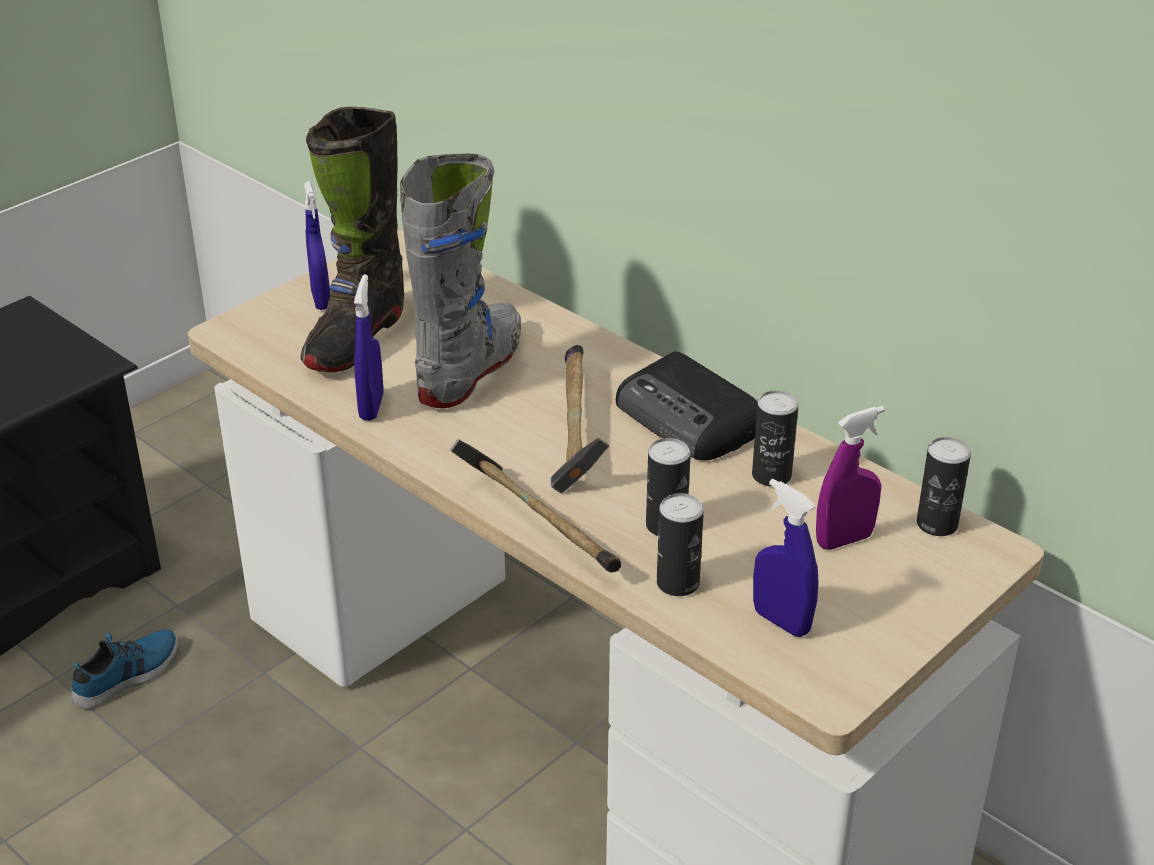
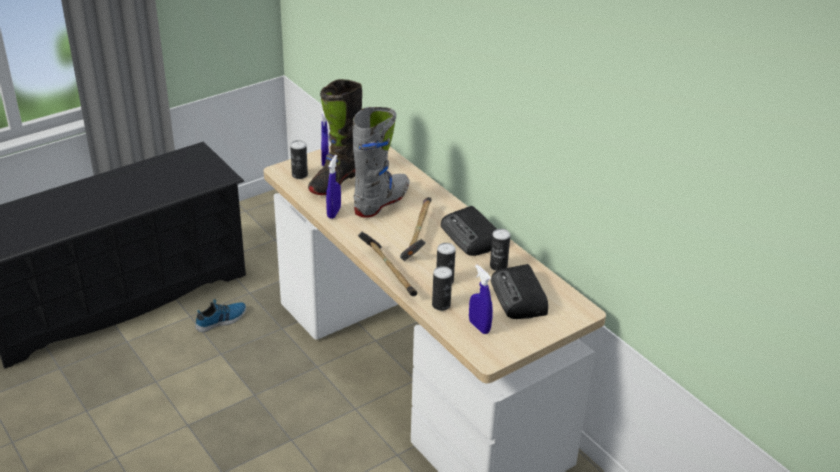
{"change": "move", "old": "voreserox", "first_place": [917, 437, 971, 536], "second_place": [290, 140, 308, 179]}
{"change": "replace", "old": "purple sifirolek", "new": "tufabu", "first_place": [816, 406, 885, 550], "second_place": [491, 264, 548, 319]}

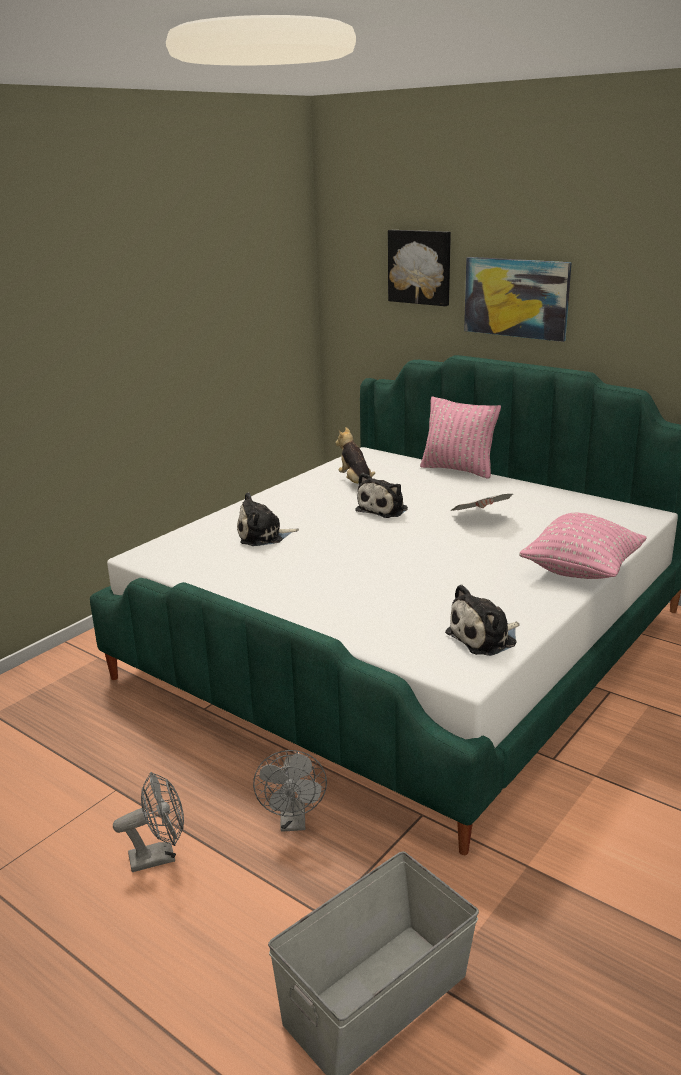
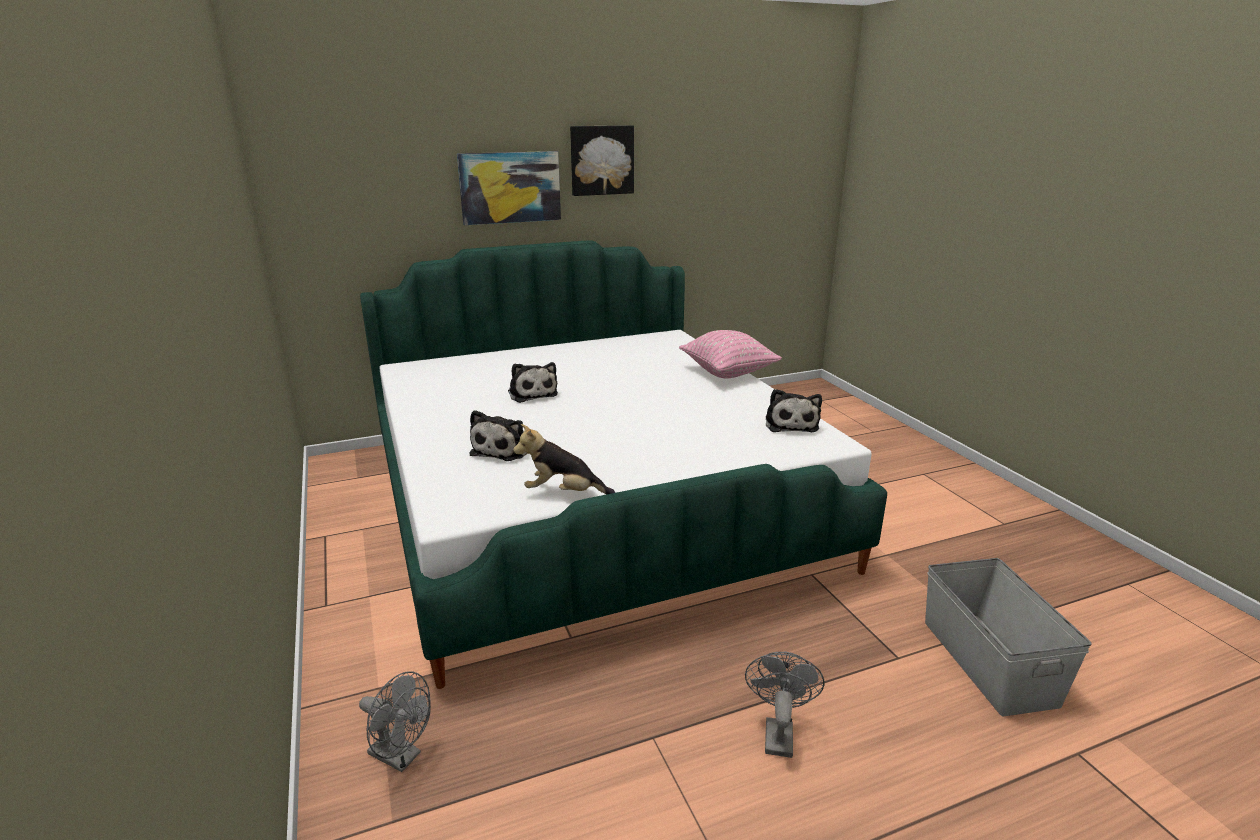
{"change": "delete", "old": "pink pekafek", "first_place": [420, 397, 501, 479]}
{"change": "delete", "old": "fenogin", "first_place": [451, 494, 513, 511]}
{"change": "move", "old": "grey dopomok", "first_place": [253, 750, 327, 832], "second_place": [359, 671, 431, 772]}
{"change": "move", "old": "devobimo", "first_place": [335, 427, 375, 484], "second_place": [513, 424, 615, 494]}
{"change": "move", "old": "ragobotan", "first_place": [388, 230, 451, 306], "second_place": [570, 125, 634, 196]}

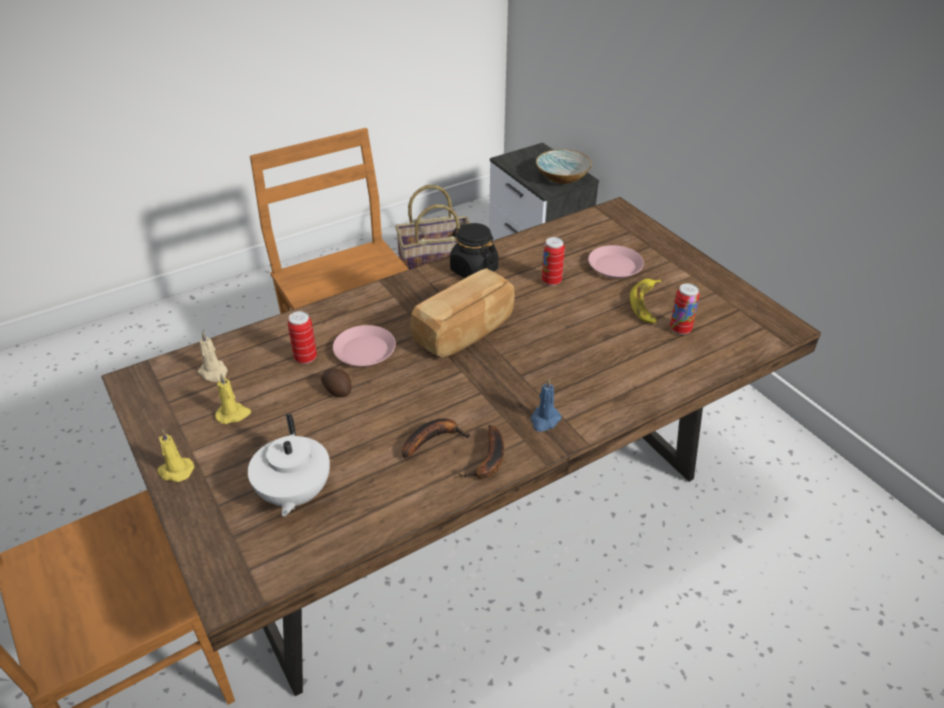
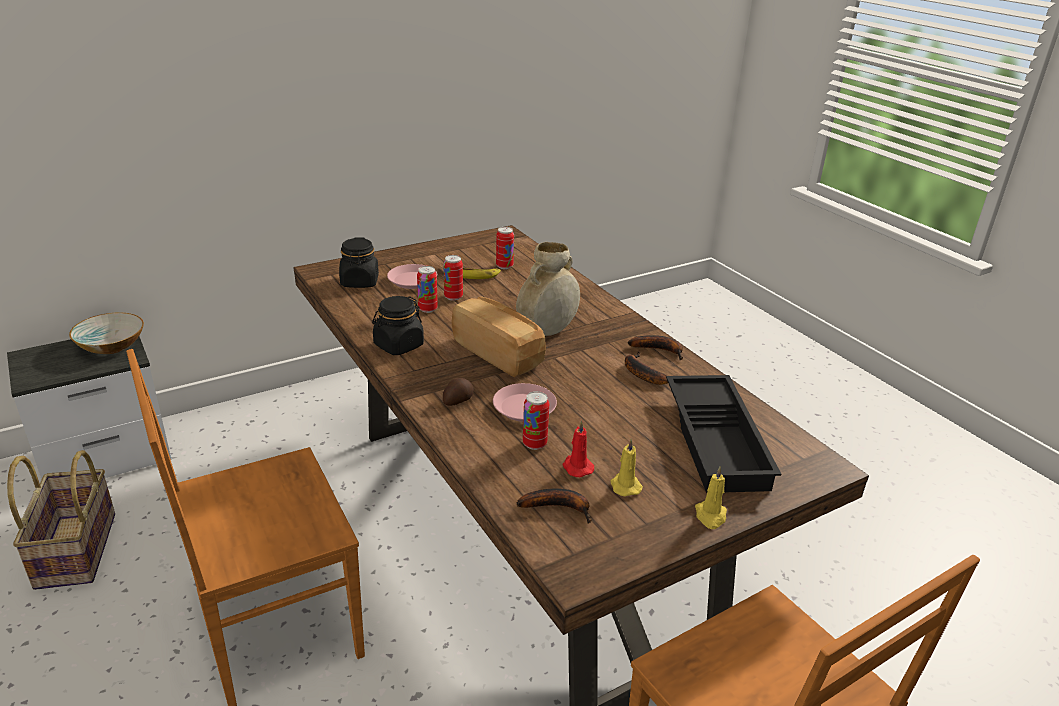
{"change": "delete", "old": "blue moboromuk", "first_place": [531, 378, 562, 432]}
{"change": "insert", "new": "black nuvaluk", "second_place": [339, 237, 379, 288]}
{"change": "insert", "new": "voreserox", "second_place": [444, 255, 463, 301]}
{"change": "insert", "new": "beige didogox", "second_place": [516, 242, 580, 336]}
{"change": "insert", "new": "red moboromuk", "second_place": [563, 421, 595, 477]}
{"change": "move", "old": "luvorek", "first_place": [321, 369, 352, 397], "second_place": [443, 378, 474, 406]}
{"change": "replace", "old": "beige moboromuk", "new": "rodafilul", "first_place": [198, 332, 228, 382], "second_place": [517, 488, 592, 524]}
{"change": "replace", "old": "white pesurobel", "new": "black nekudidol", "first_place": [248, 414, 330, 517], "second_place": [666, 375, 781, 493]}

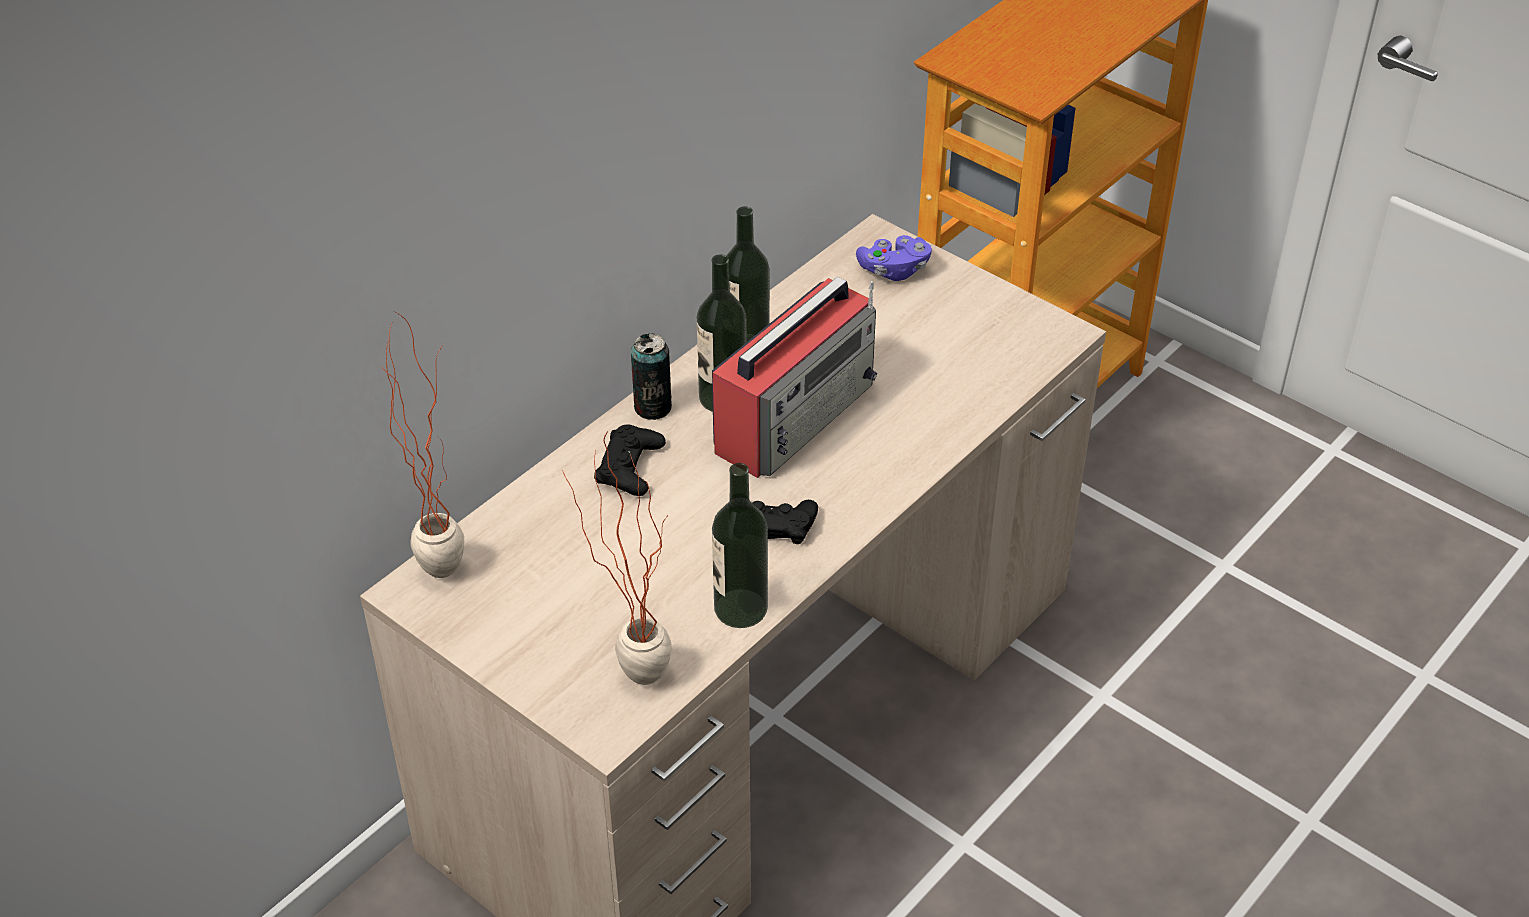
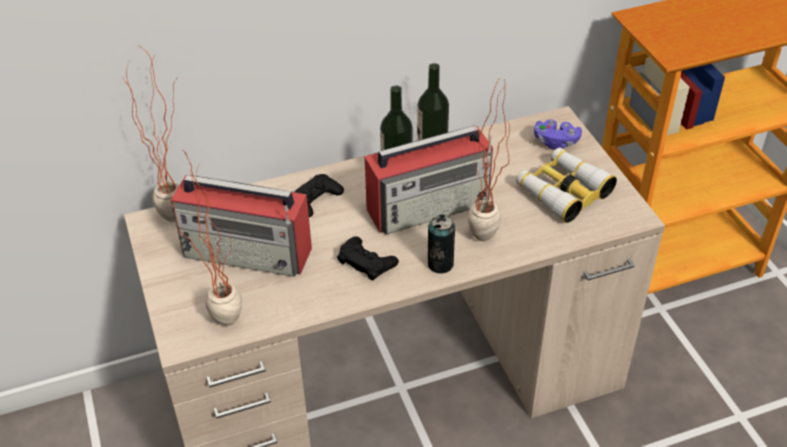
{"change": "delete", "old": "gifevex", "first_place": [712, 463, 768, 628]}
{"change": "insert", "new": "tufabu", "second_place": [171, 175, 312, 277]}
{"change": "insert", "new": "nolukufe", "second_place": [467, 77, 510, 241]}
{"change": "insert", "new": "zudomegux", "second_place": [516, 148, 617, 223]}
{"change": "move", "old": "voreserox", "first_place": [631, 333, 672, 420], "second_place": [428, 214, 455, 273]}

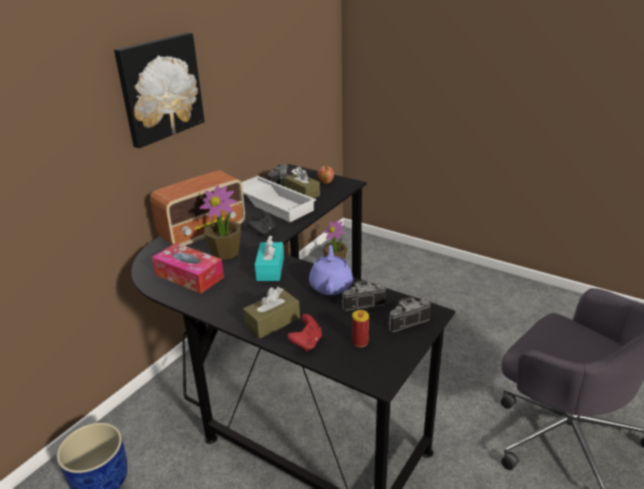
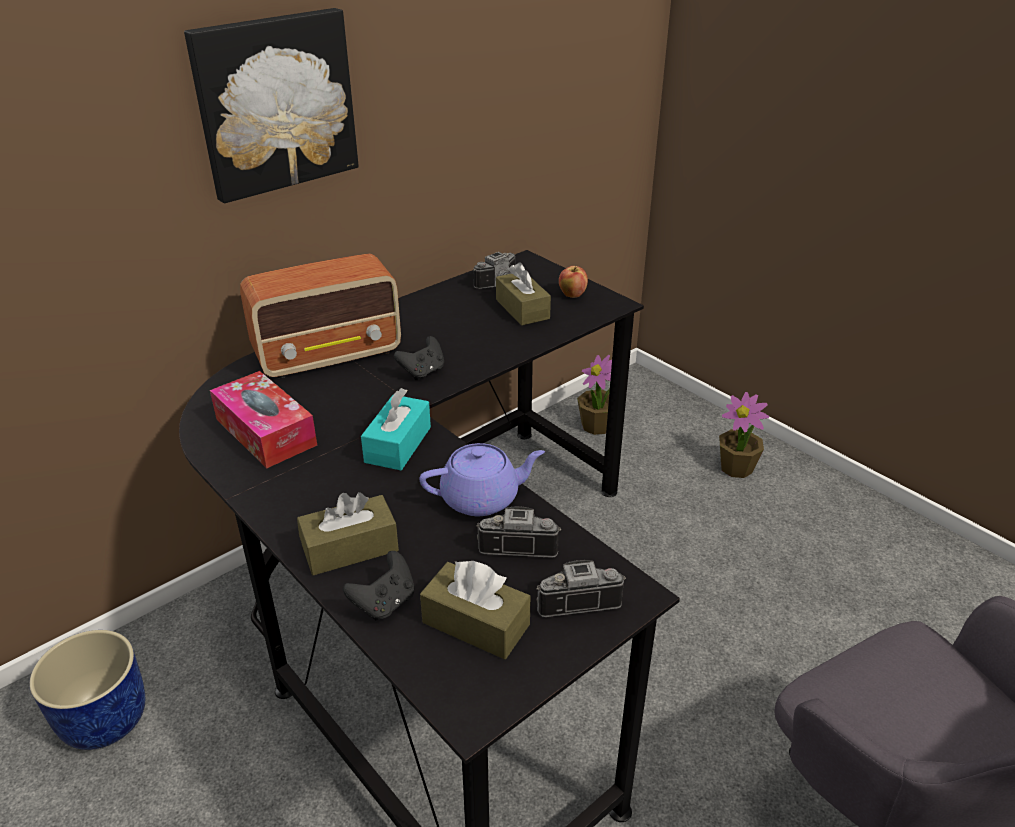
{"change": "delete", "old": "white nekudidol", "first_place": [241, 176, 316, 222]}
{"change": "move", "old": "nolukufe", "first_place": [200, 185, 241, 260], "second_place": [719, 392, 769, 478]}
{"change": "replace", "old": "voreserox", "new": "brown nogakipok", "first_place": [352, 310, 369, 347], "second_place": [420, 561, 531, 659]}
{"change": "recolor", "old": "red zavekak", "new": "black zavekak", "first_place": [287, 314, 322, 352], "second_place": [343, 551, 414, 621]}
{"change": "rotate", "old": "purple pesurobel", "first_place": [309, 245, 353, 295], "second_place": [420, 443, 545, 516], "degrees": 60}

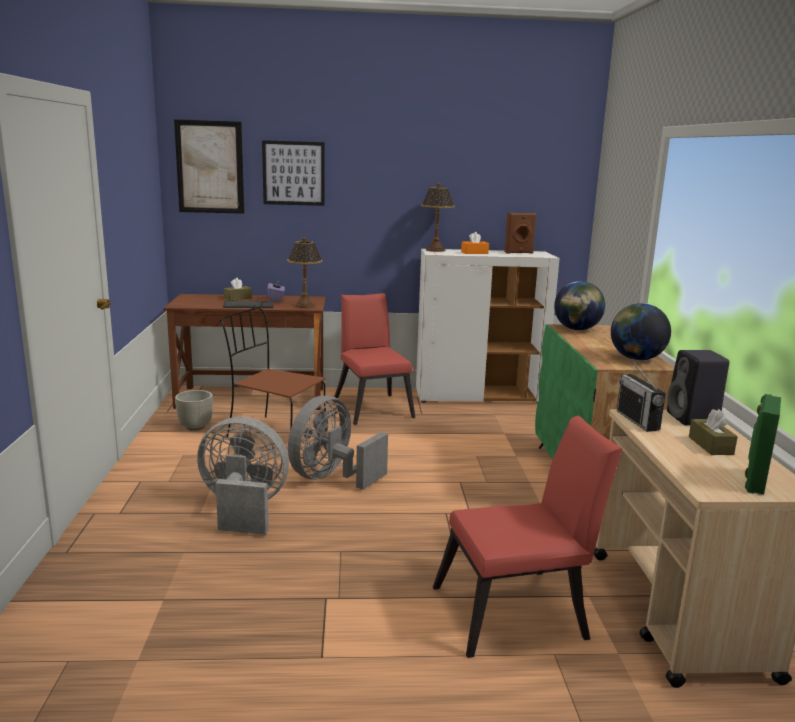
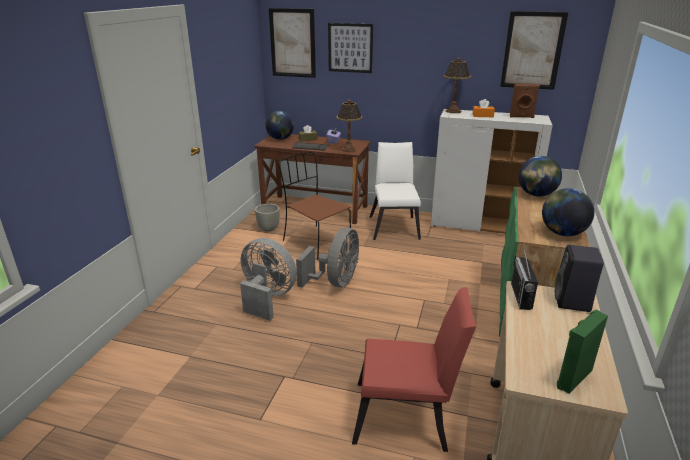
{"change": "delete", "old": "brown nogakipok", "first_place": [689, 409, 738, 455]}
{"change": "insert", "new": "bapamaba", "second_place": [265, 111, 294, 140]}
{"change": "insert", "new": "ragobotan", "second_place": [500, 11, 568, 90]}
{"change": "recolor", "old": "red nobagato", "new": "white nobagato", "first_place": [334, 293, 415, 425], "second_place": [370, 142, 421, 240]}
{"change": "rotate", "old": "grey dopomok", "first_place": [288, 396, 388, 490], "second_place": [296, 228, 359, 288], "degrees": 150}

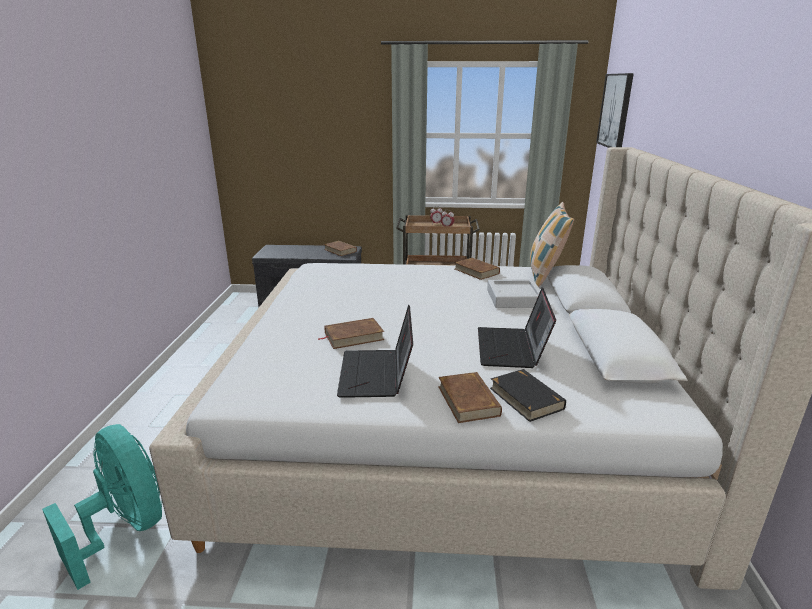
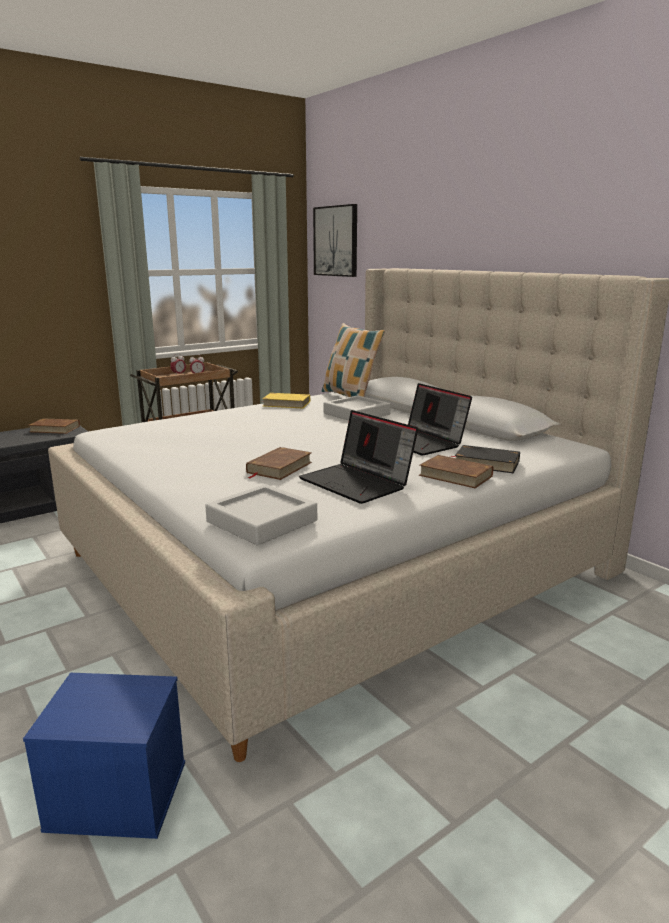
{"change": "insert", "new": "grey nekudidol", "second_place": [205, 484, 317, 545]}
{"change": "replace", "old": "turquoise dopomok", "new": "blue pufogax", "first_place": [42, 424, 162, 590], "second_place": [23, 673, 185, 839]}
{"change": "recolor", "old": "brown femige", "new": "yellow femige", "first_place": [454, 258, 500, 280], "second_place": [262, 393, 310, 408]}

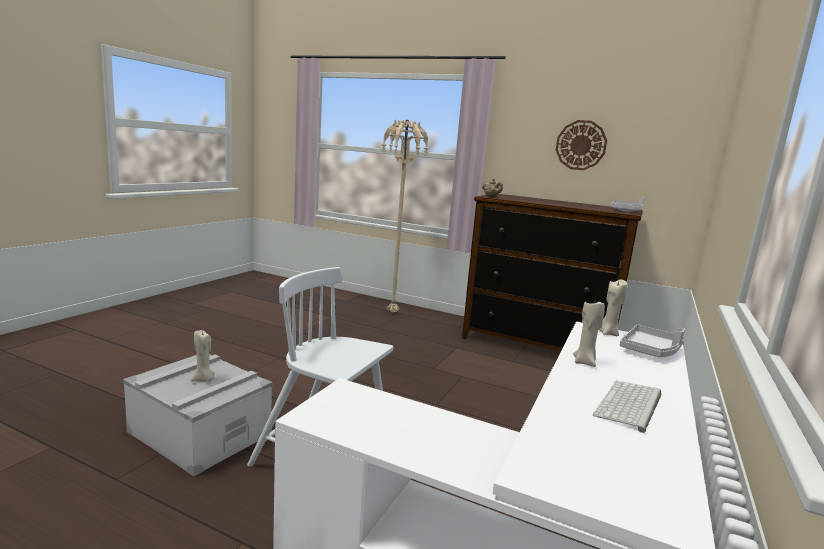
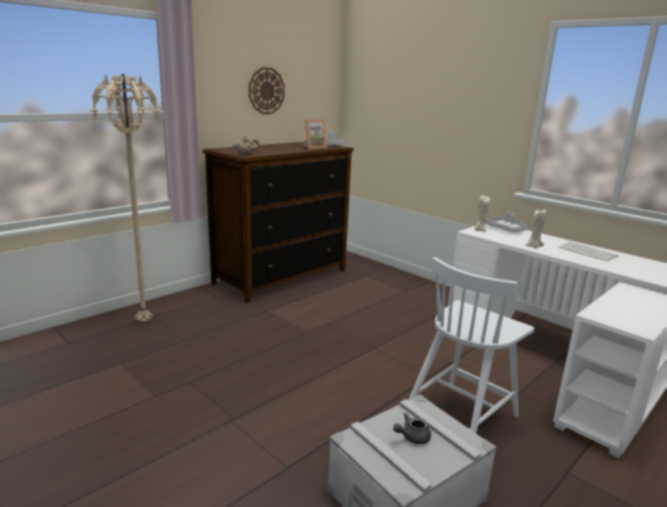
{"change": "insert", "new": "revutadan", "second_place": [303, 119, 328, 149]}
{"change": "replace", "old": "beige moboromuk", "new": "grey pesurobel", "first_place": [190, 330, 215, 382], "second_place": [393, 413, 431, 444]}

